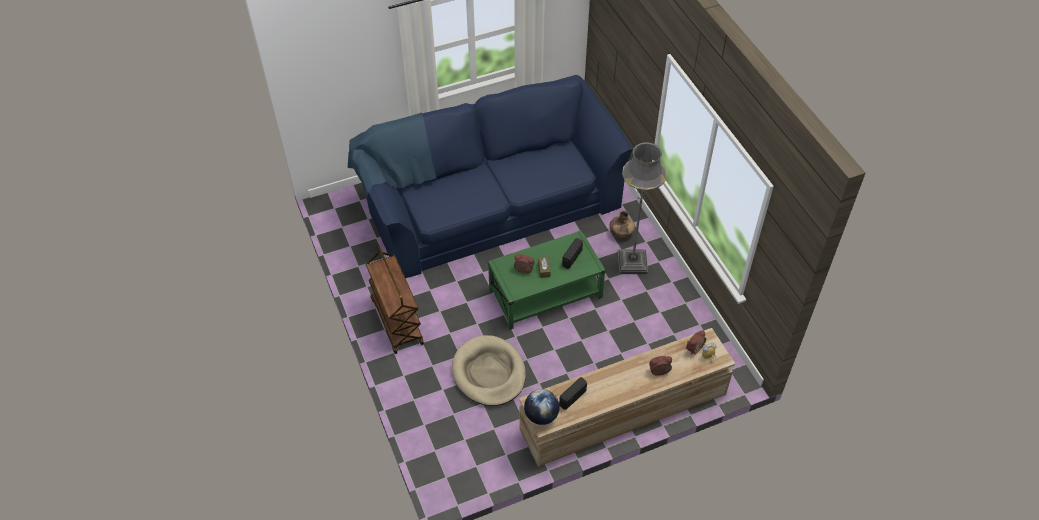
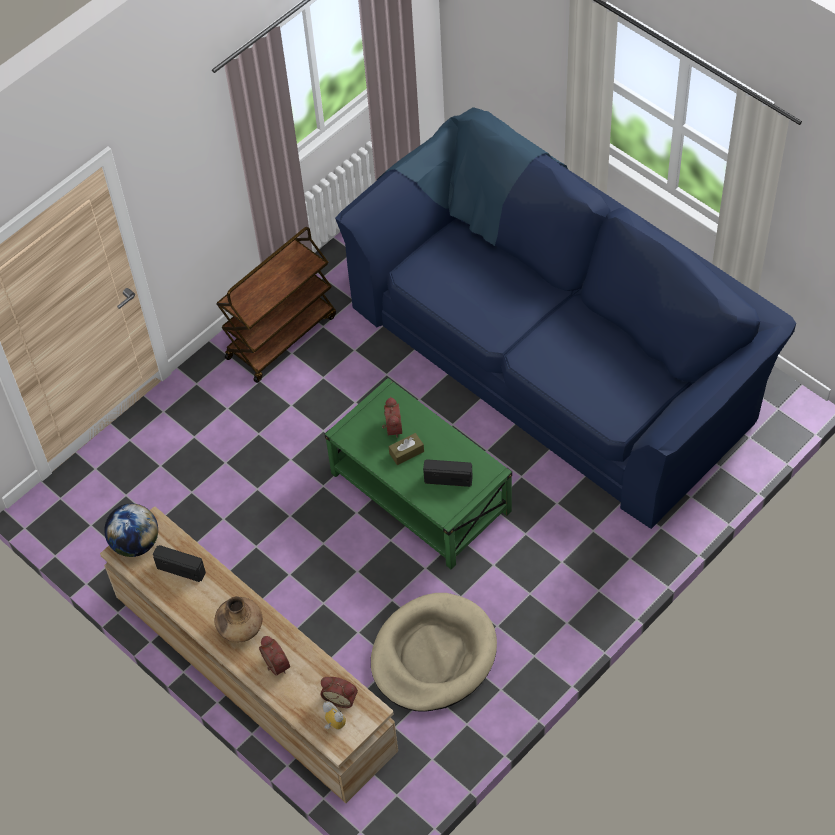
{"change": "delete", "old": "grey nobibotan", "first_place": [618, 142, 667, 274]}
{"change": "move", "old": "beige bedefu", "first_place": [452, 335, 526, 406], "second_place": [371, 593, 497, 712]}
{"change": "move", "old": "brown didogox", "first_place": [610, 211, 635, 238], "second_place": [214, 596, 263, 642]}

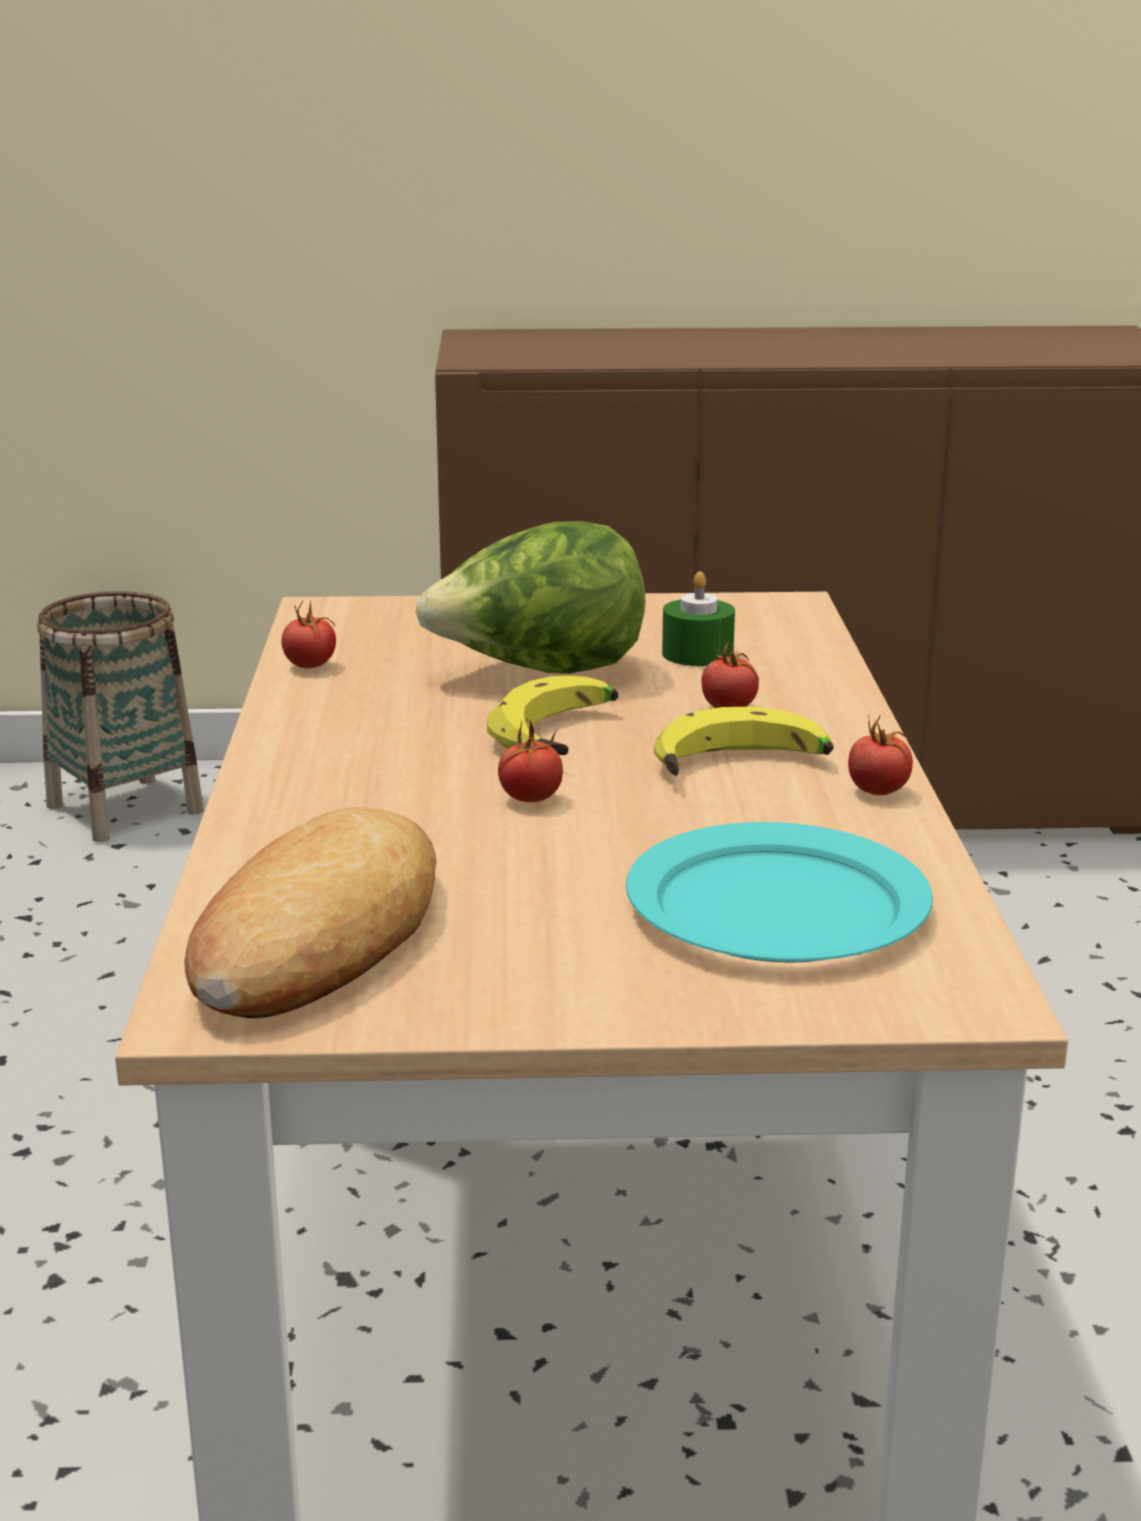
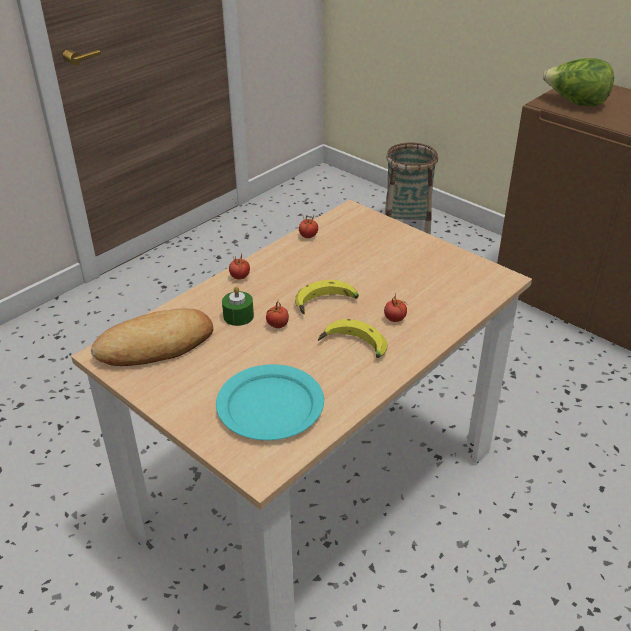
{"change": "move", "old": "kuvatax", "first_place": [415, 521, 645, 674], "second_place": [543, 58, 614, 106]}
{"change": "move", "old": "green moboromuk", "first_place": [662, 571, 735, 666], "second_place": [222, 286, 254, 326]}
{"change": "move", "old": "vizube", "first_place": [848, 715, 913, 795], "second_place": [229, 254, 250, 280]}

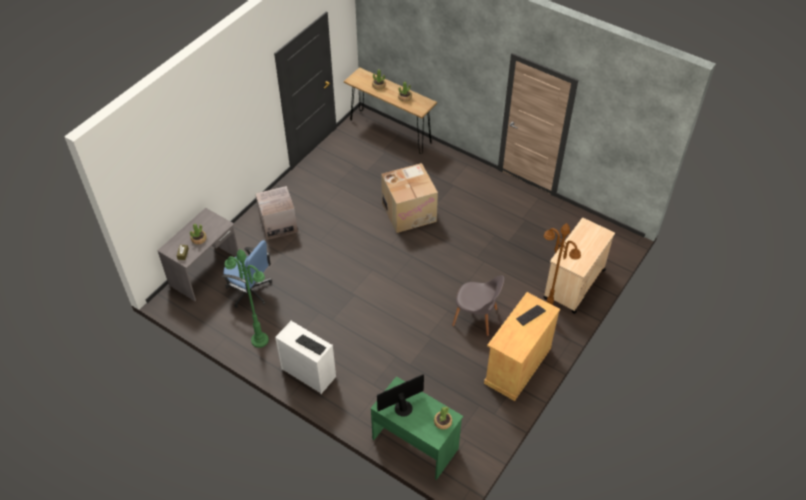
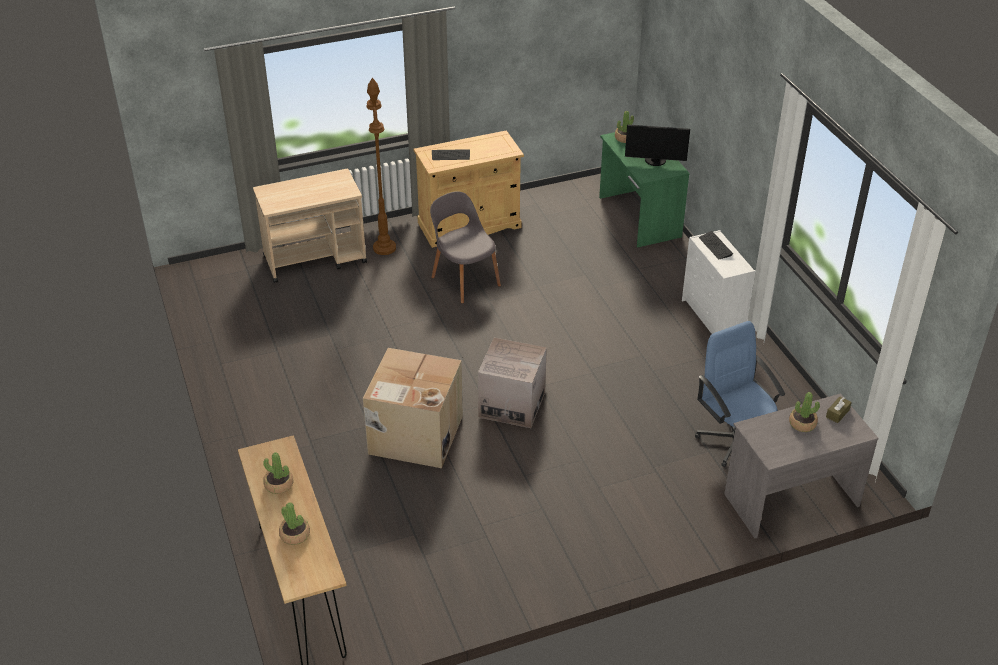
{"change": "delete", "old": "green nobibotan", "first_place": [225, 249, 269, 348]}
{"change": "move", "old": "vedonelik", "first_place": [255, 186, 298, 240], "second_place": [478, 338, 547, 428]}

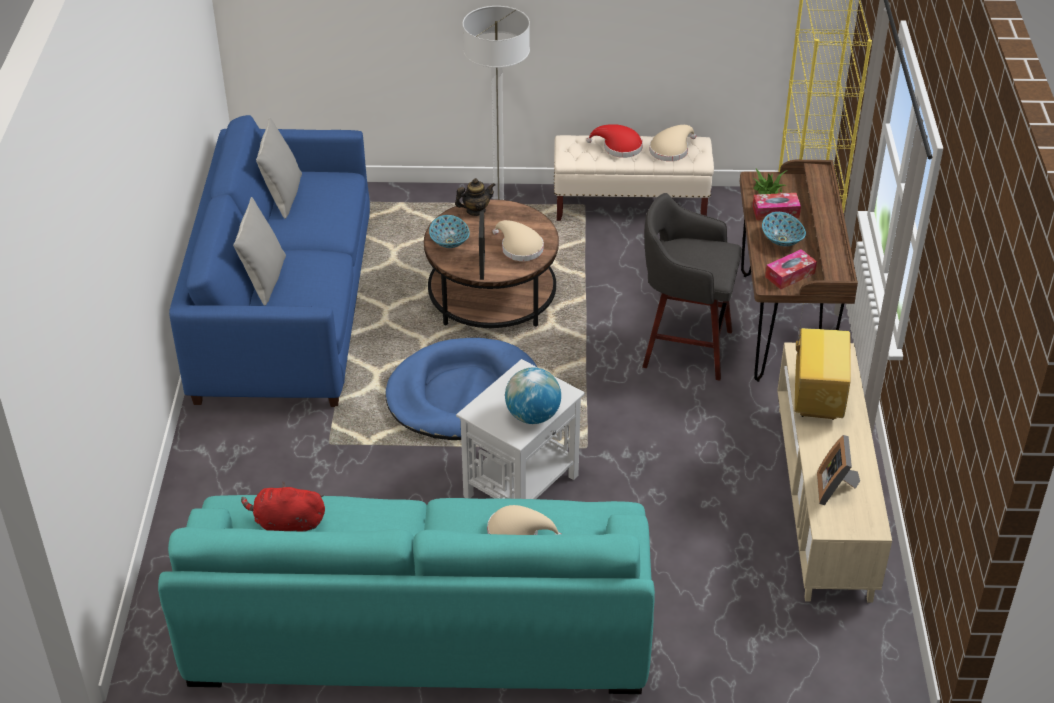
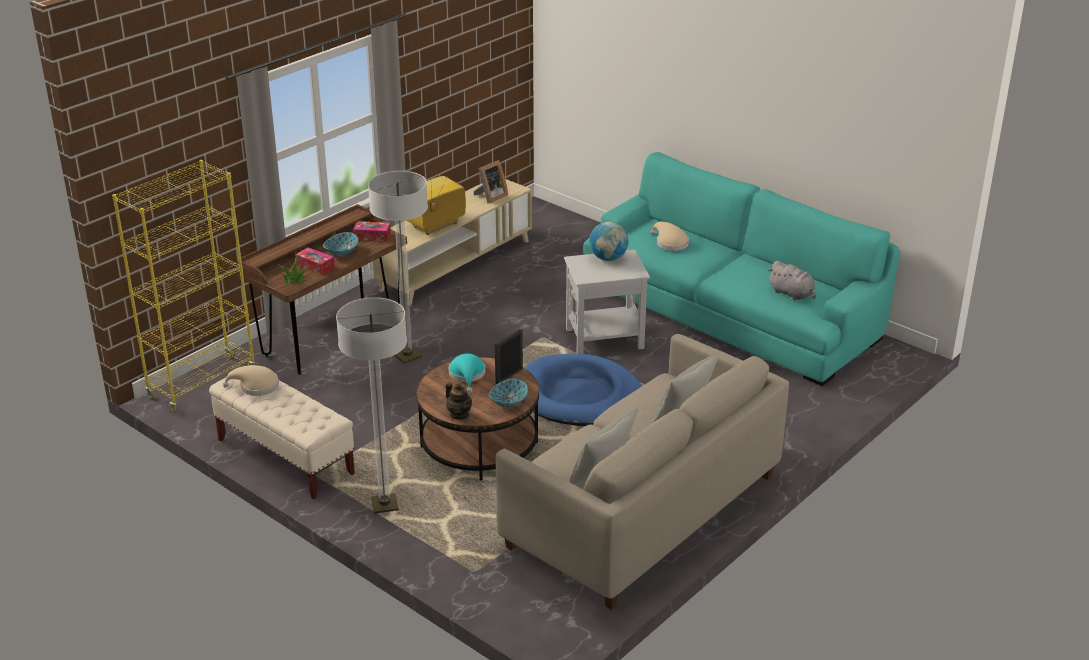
{"change": "delete", "old": "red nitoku", "first_place": [586, 124, 643, 158]}
{"change": "replace", "old": "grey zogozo", "new": "nobibotan", "first_place": [642, 193, 742, 381], "second_place": [368, 171, 428, 364]}
{"change": "recolor", "old": "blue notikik", "new": "beige notikik", "first_place": [169, 115, 370, 407], "second_place": [496, 334, 789, 610]}
{"change": "recolor", "old": "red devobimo", "new": "grey devobimo", "first_place": [241, 481, 325, 532], "second_place": [768, 261, 816, 300]}
{"change": "recolor", "old": "beige nitoku", "new": "turquoise nitoku", "first_place": [492, 220, 544, 261], "second_place": [449, 354, 485, 393]}
{"change": "rotate", "old": "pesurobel", "first_place": [455, 178, 496, 216], "second_place": [445, 383, 472, 420], "degrees": -150}

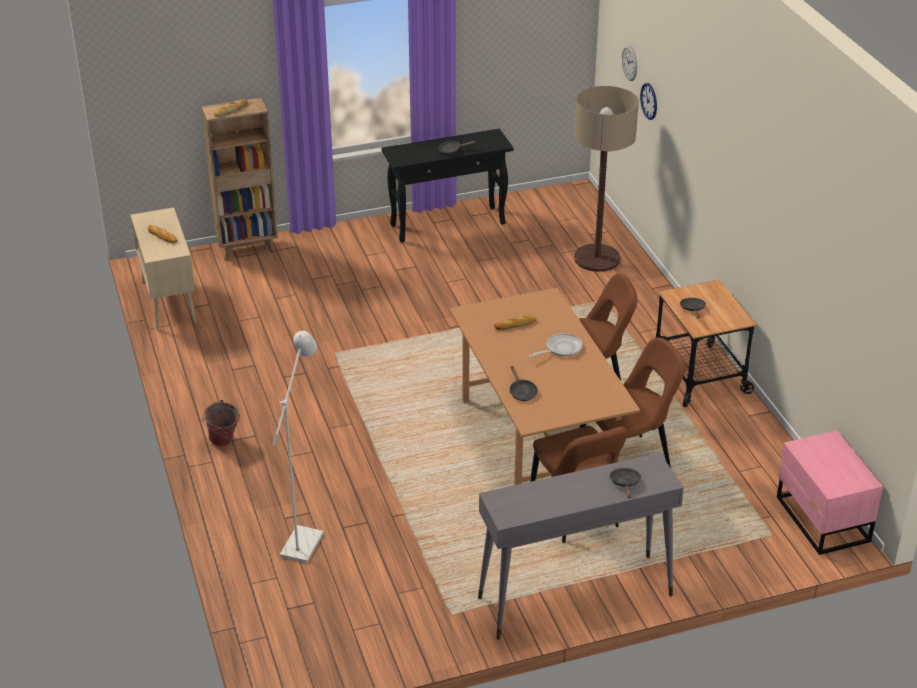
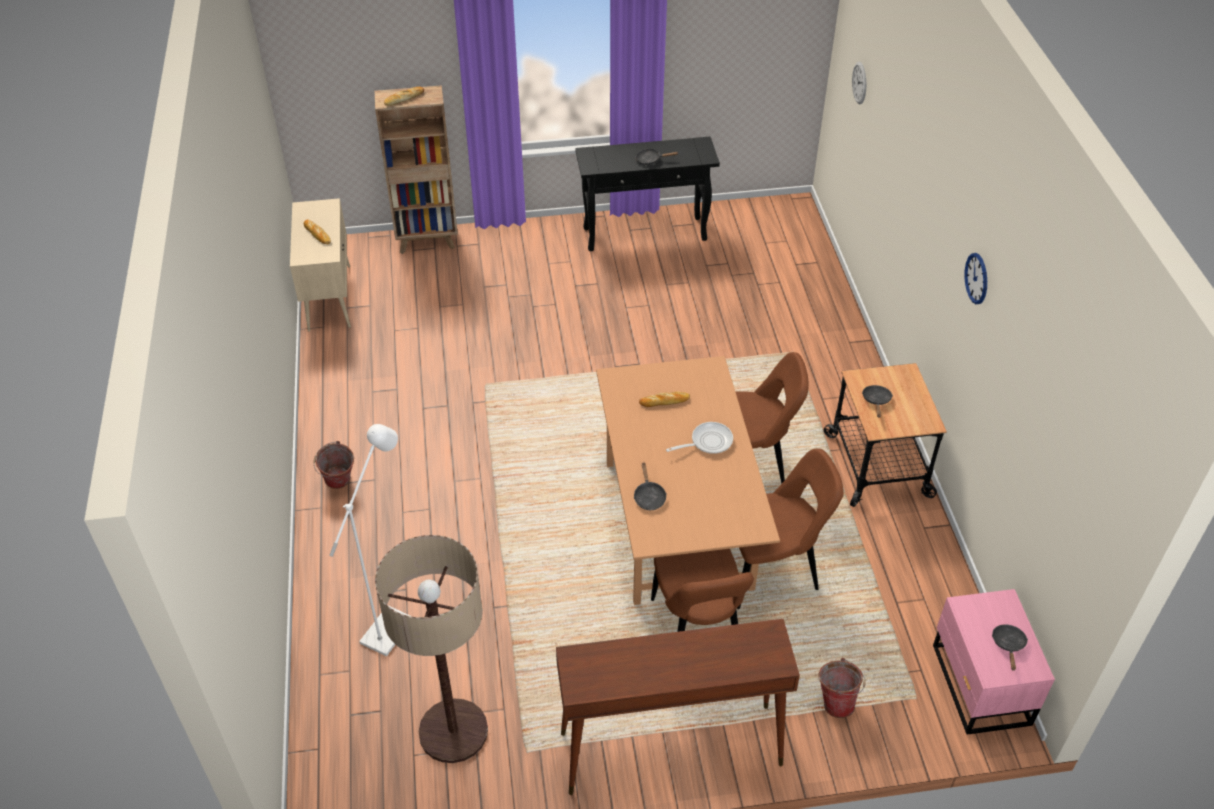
{"change": "insert", "new": "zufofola", "second_place": [819, 658, 866, 718]}
{"change": "move", "old": "nobibotan", "first_place": [574, 86, 639, 272], "second_place": [375, 535, 488, 763]}
{"change": "move", "old": "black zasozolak", "first_place": [609, 468, 641, 499], "second_place": [992, 624, 1028, 671]}
{"change": "move", "old": "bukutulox", "first_place": [640, 83, 657, 120], "second_place": [964, 253, 987, 304]}
{"change": "recolor", "old": "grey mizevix", "new": "brown mizevix", "first_place": [478, 453, 684, 640], "second_place": [556, 619, 800, 795]}

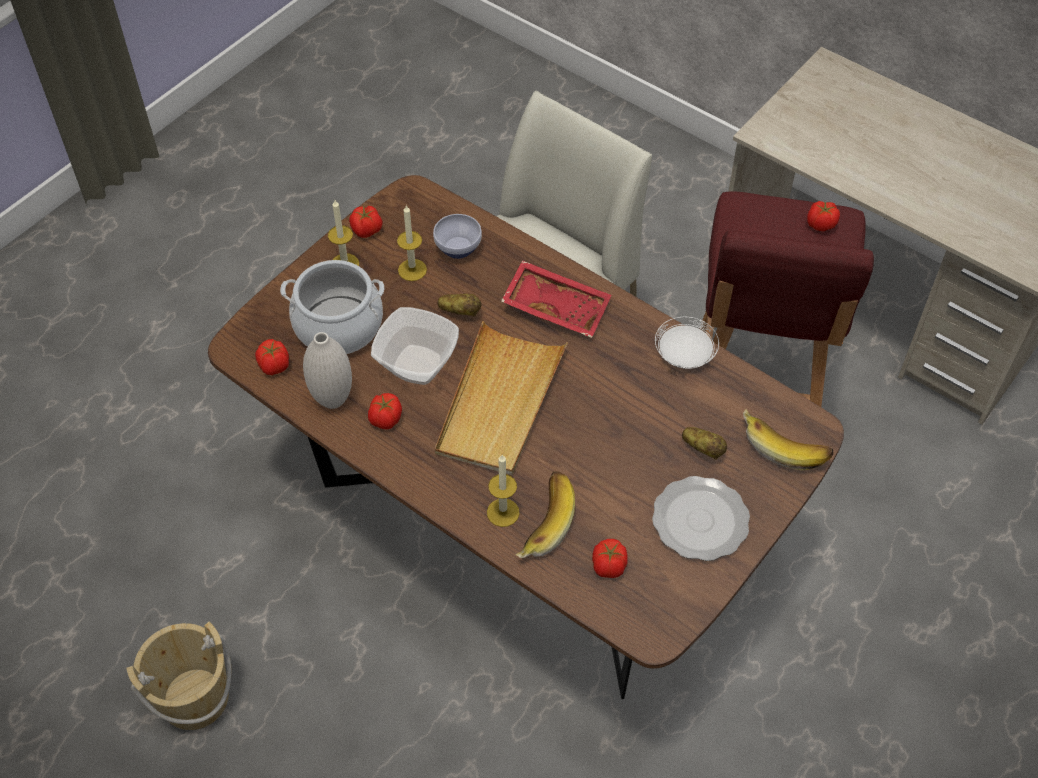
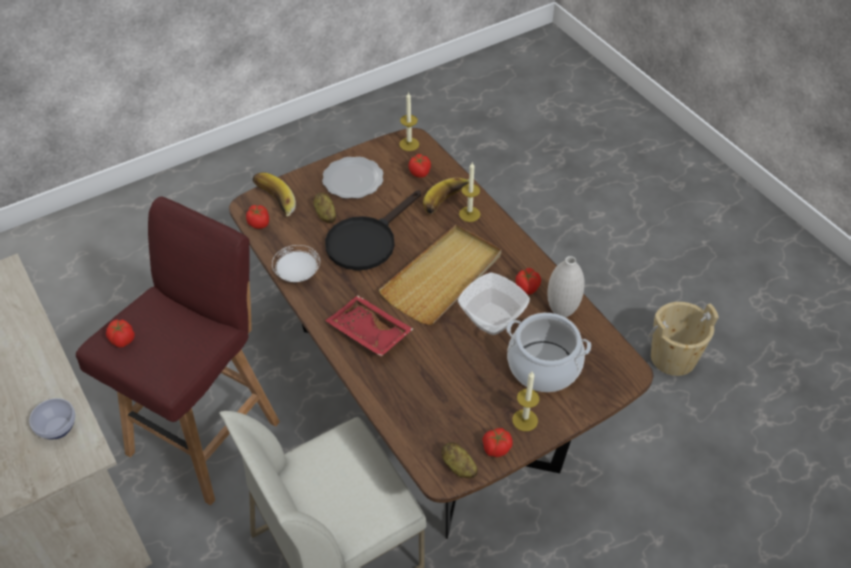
{"change": "insert", "new": "black zasozolak", "second_place": [325, 190, 421, 270]}
{"change": "move", "old": "vizube", "first_place": [255, 339, 289, 375], "second_place": [246, 205, 269, 229]}
{"change": "move", "old": "moboromuk", "first_place": [397, 206, 427, 281], "second_place": [399, 92, 419, 151]}
{"change": "move", "old": "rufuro", "first_place": [433, 214, 482, 259], "second_place": [29, 398, 76, 439]}
{"change": "move", "old": "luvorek", "first_place": [437, 293, 482, 317], "second_place": [441, 442, 478, 478]}

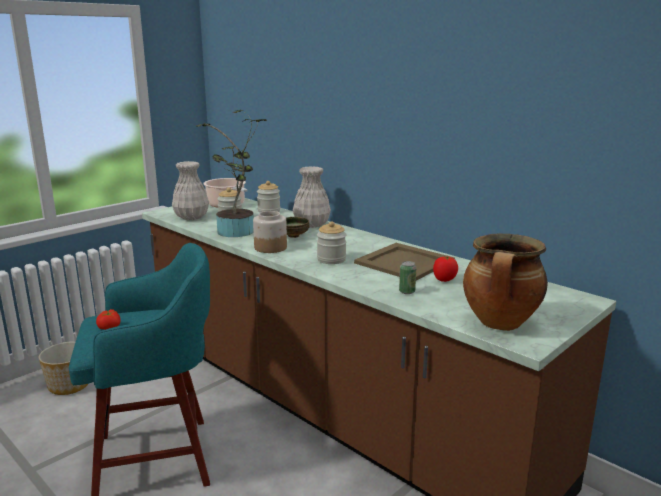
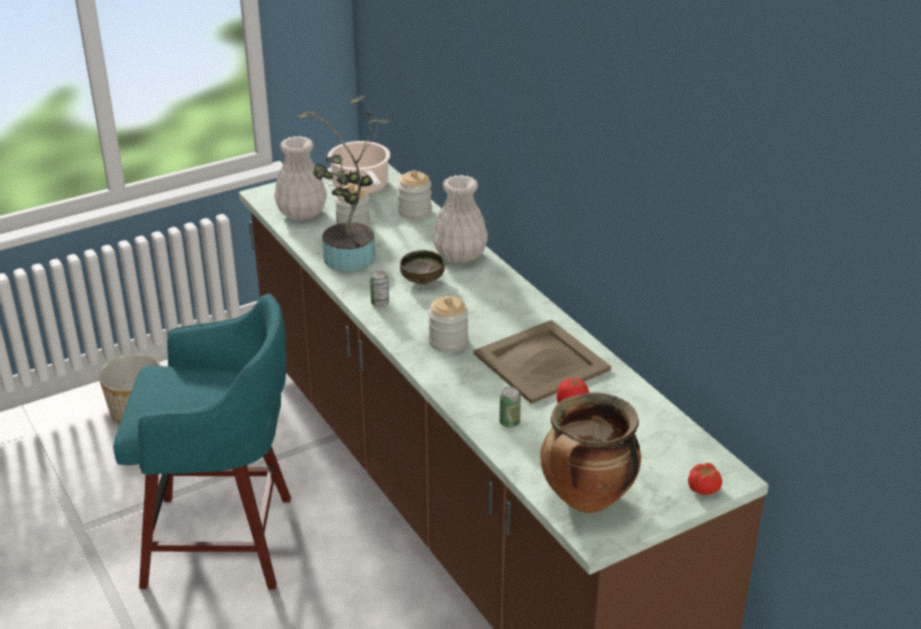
{"change": "move", "old": "vizube", "first_place": [96, 309, 121, 330], "second_place": [688, 463, 722, 495]}
{"change": "replace", "old": "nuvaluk", "new": "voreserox", "first_place": [253, 211, 287, 253], "second_place": [370, 271, 389, 307]}

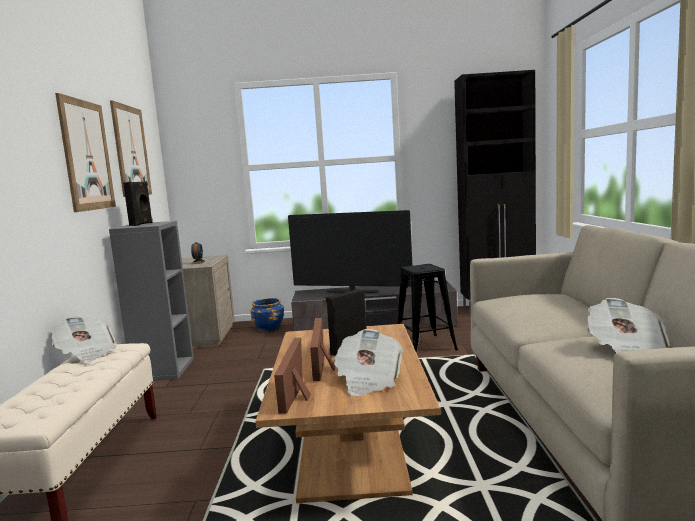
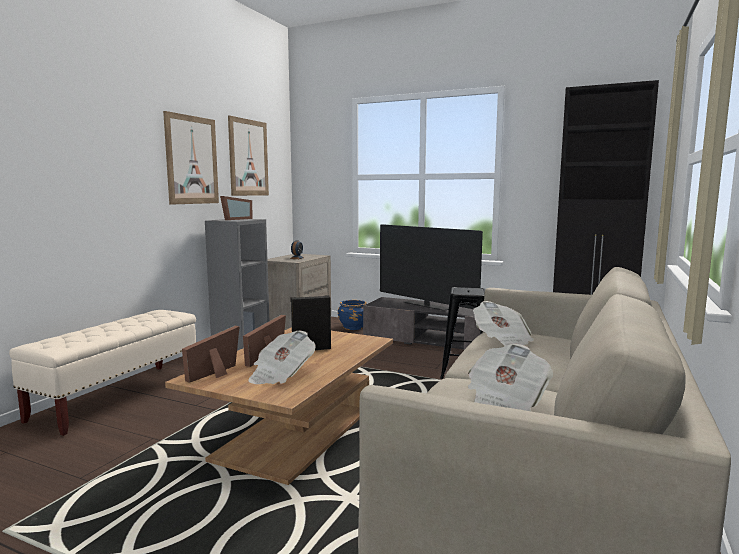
{"change": "move", "old": "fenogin", "first_place": [52, 316, 116, 362], "second_place": [473, 301, 534, 346]}
{"change": "replace", "old": "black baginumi", "new": "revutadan", "first_place": [123, 181, 153, 226], "second_place": [220, 196, 252, 220]}

